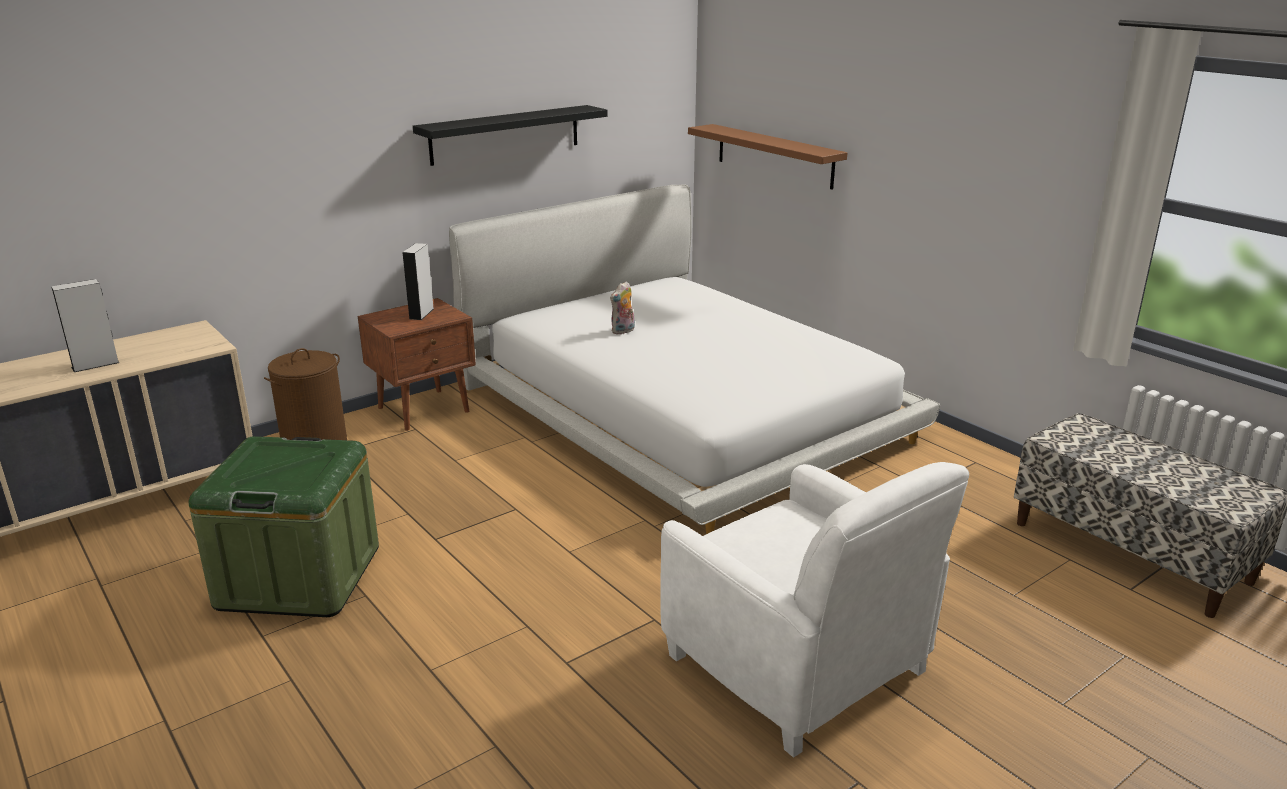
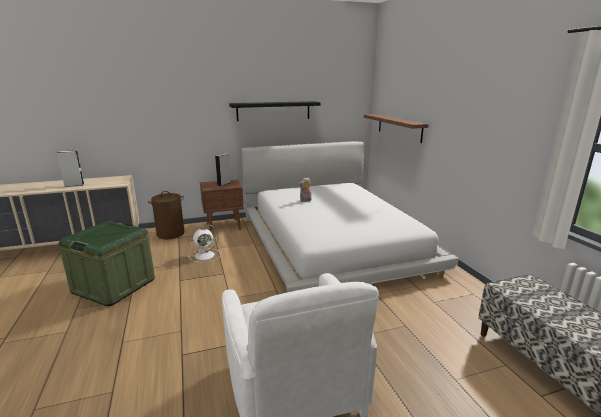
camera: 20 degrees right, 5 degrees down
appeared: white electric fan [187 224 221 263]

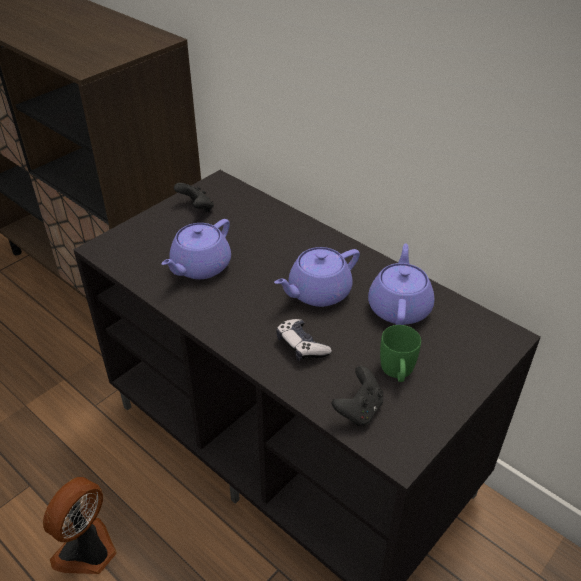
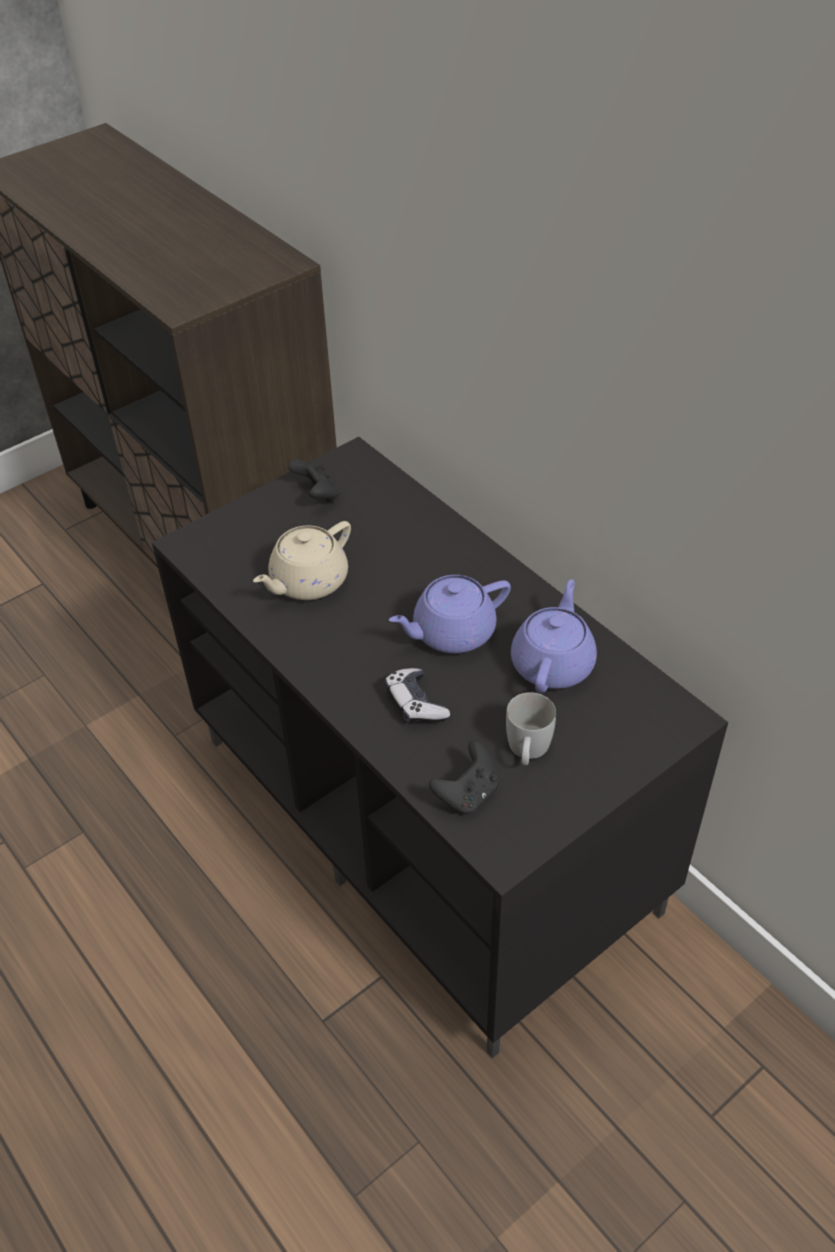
camera: 10 degrees right, 5 degrees up
missing: electric fan [43 477 117 574]
colour: purplish teapot [161 219 231 279] to sand-coloured teapot [253 521 351 600]; green-coloured coffee mug [380 325 421 382] to white coffee mug [506 692 556 765]

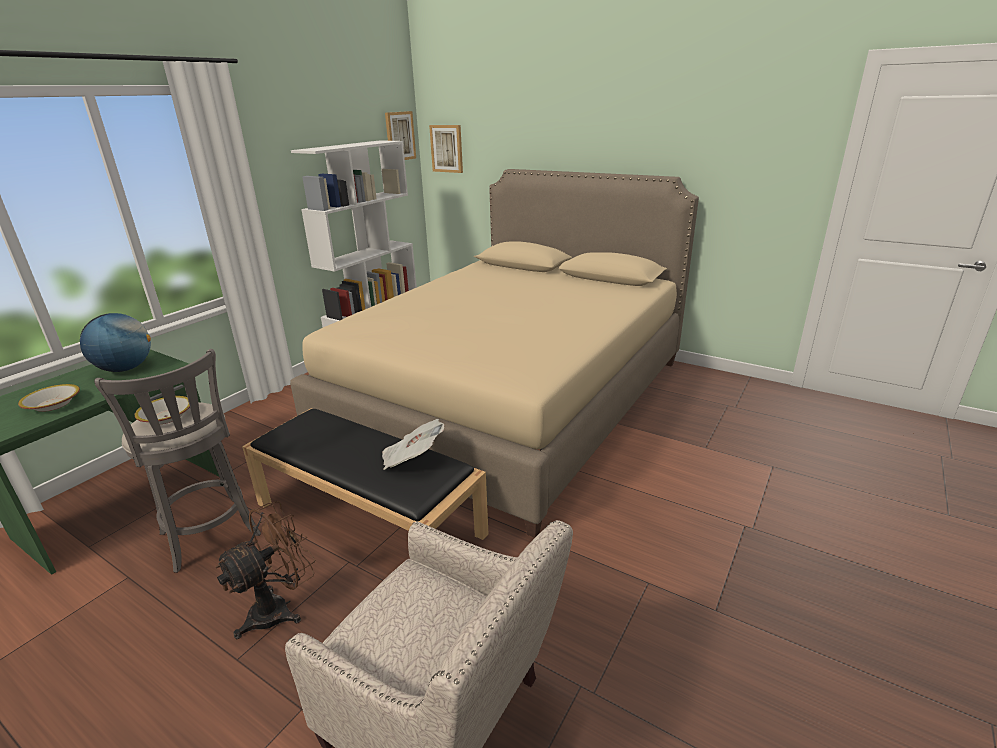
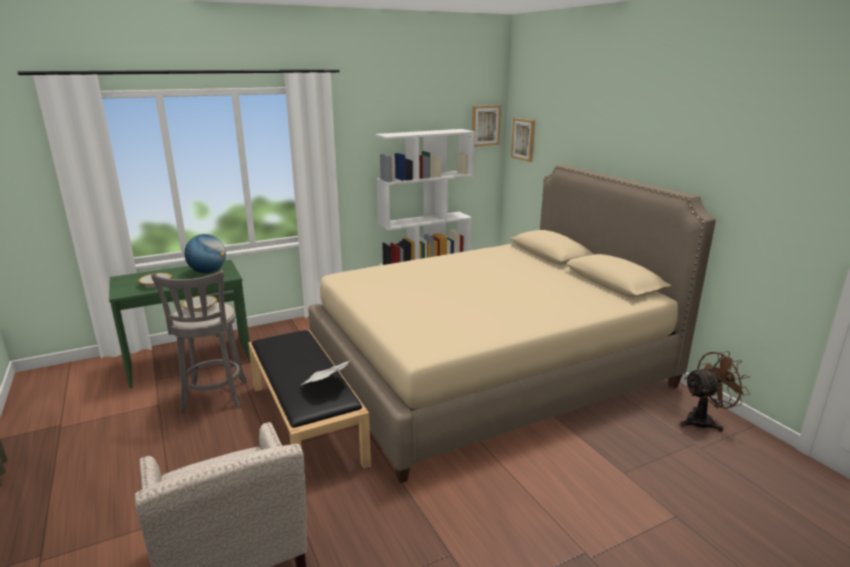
camera: 30 degrees right, 5 degrees down
relocated: brown electric fan [215 501 315 639] to [680 351 750 432]

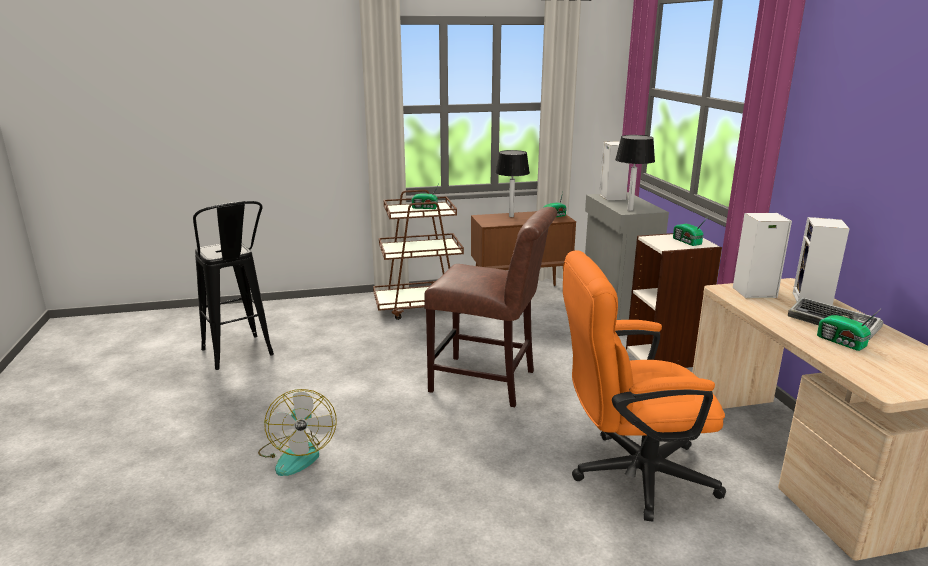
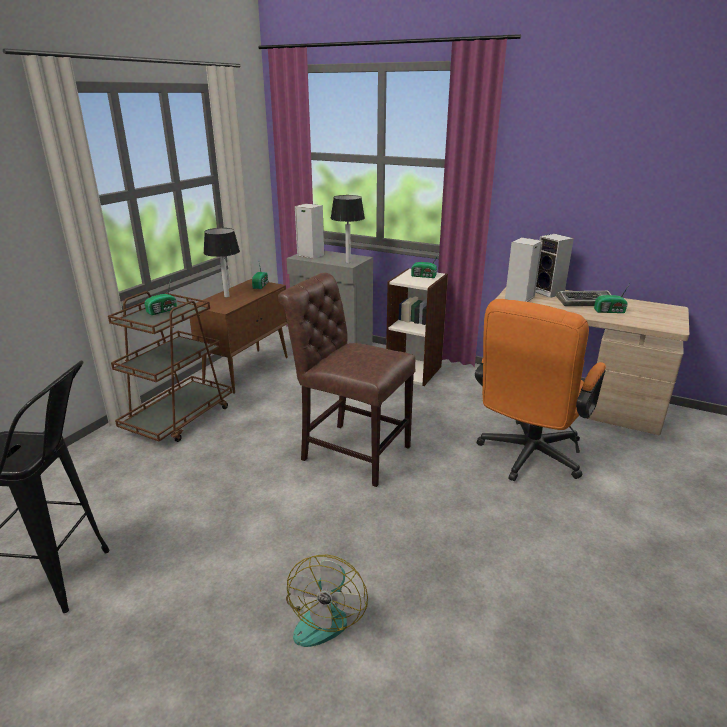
camera: 50 degrees left, 5 degrees up
spun: electric fan [258 389 337 476] = [286 555 368 647] 75 degrees clockwise; brown plain chair [424 207 557 407] = [278 273 416 487] 120 degrees counterclockwise

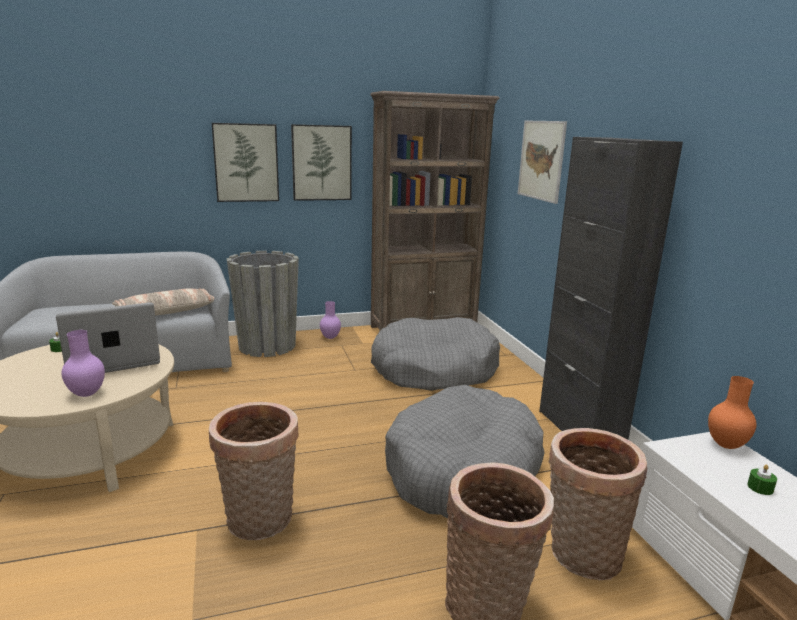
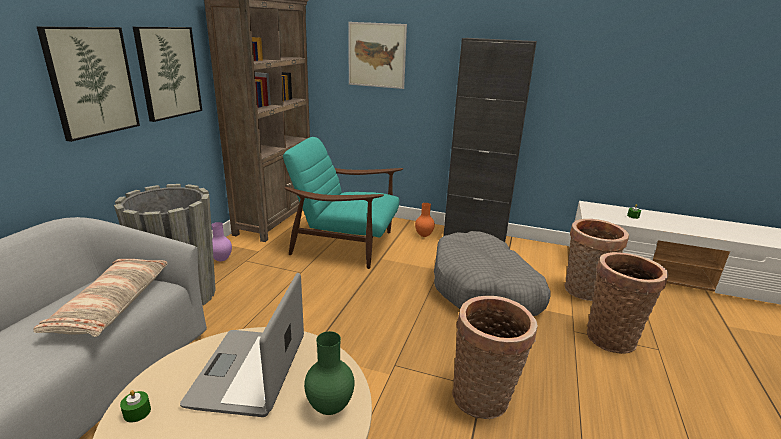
camera: 55 degrees left, 5 degrees up
relocated: orange-coloured flower vase [708 376 757 449] to [415 203 435 237]
exchanged: greyish dog bed [371 317 500 391] to turquoise easy chair [283 137 403 269]
colour: purplish flower vase [61 330 105 397] to green-coloured flower vase [304 331 355 415]

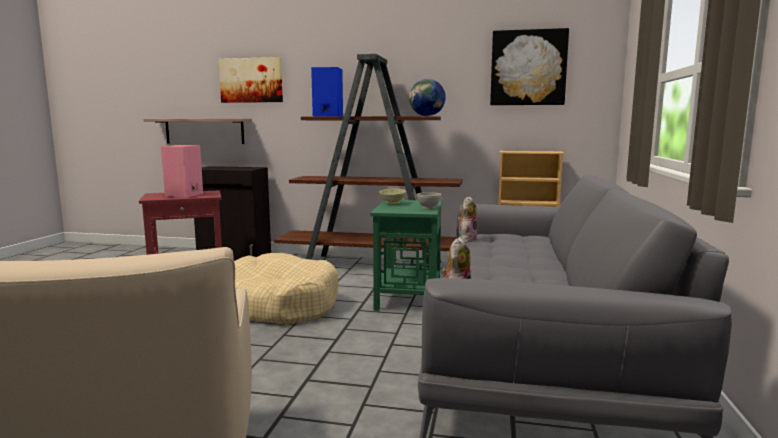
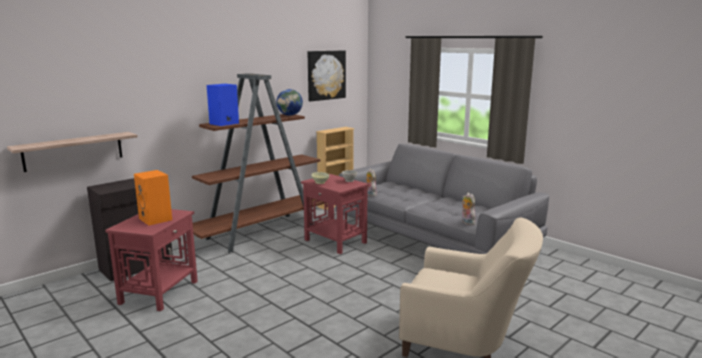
camera: 55 degrees left, 5 degrees up
missing: wall art [219 57 283 103]; sand-coloured dog bed [234 253 339 325]
colour: pinkish speaker [161 145 203 198] to orange-coloured speaker [134 170 172 226]; green-coloured end table [370 200 442 311] to reddish end table [301 174 369 254]

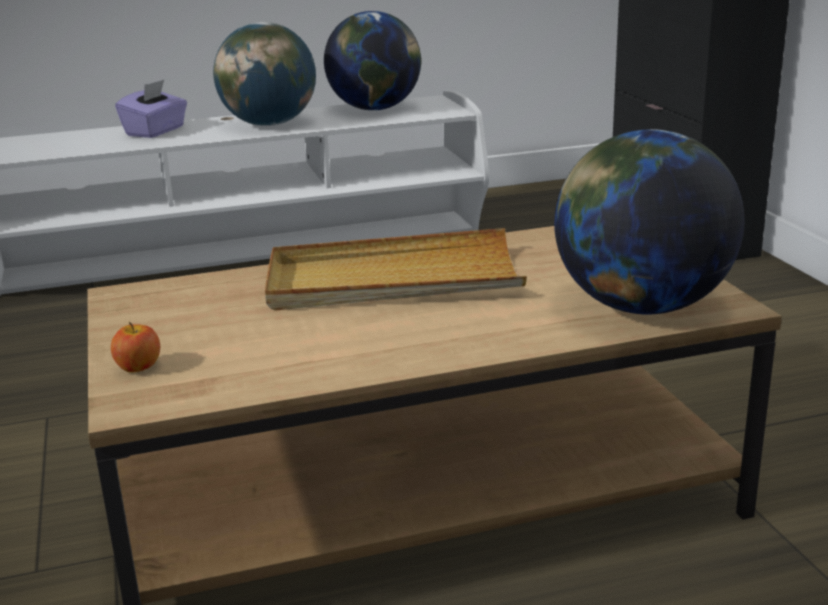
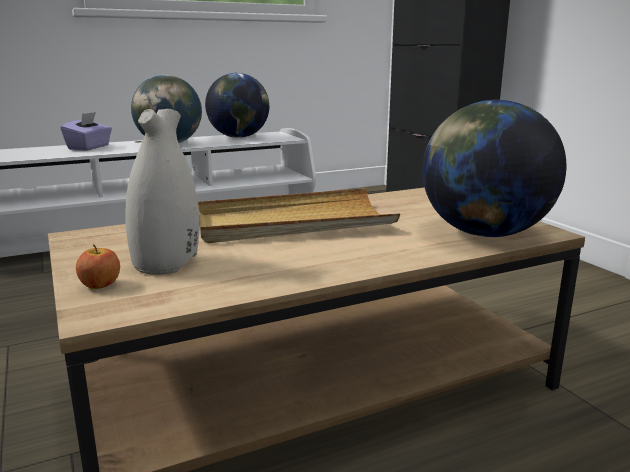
camera: 10 degrees left, 5 degrees down
appeared: white flower vase [125 109 199 275]

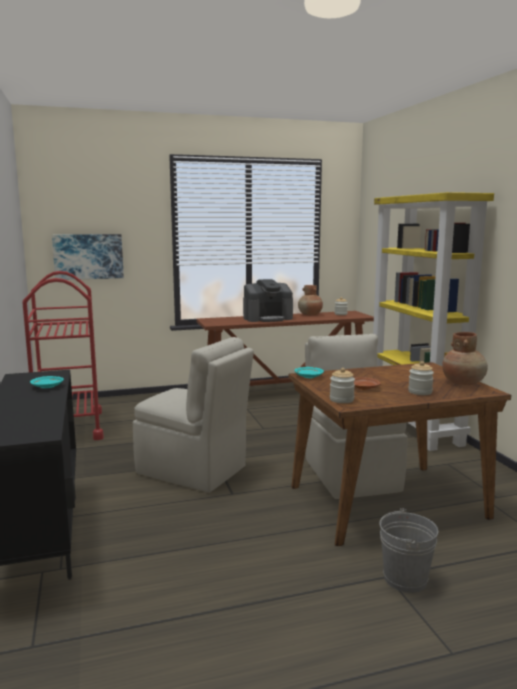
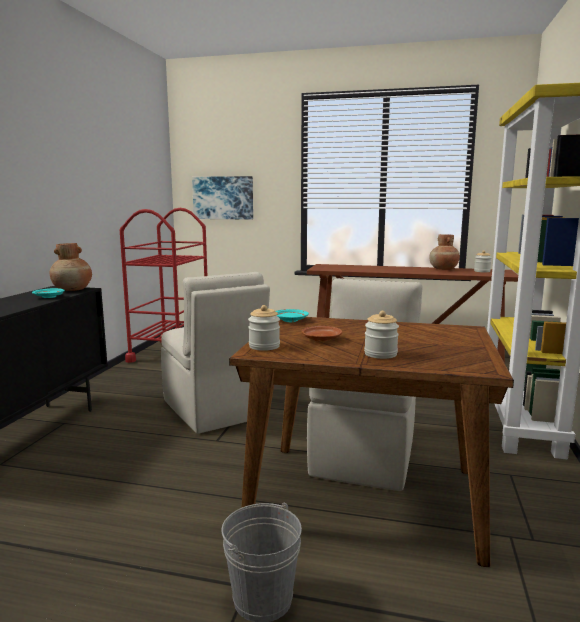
camera: 30 degrees right, 0 degrees up
missing: coffee machine [243 279 293 322]
relocated: brown flower vase [442 332 488 385] to [49 243 92 291]

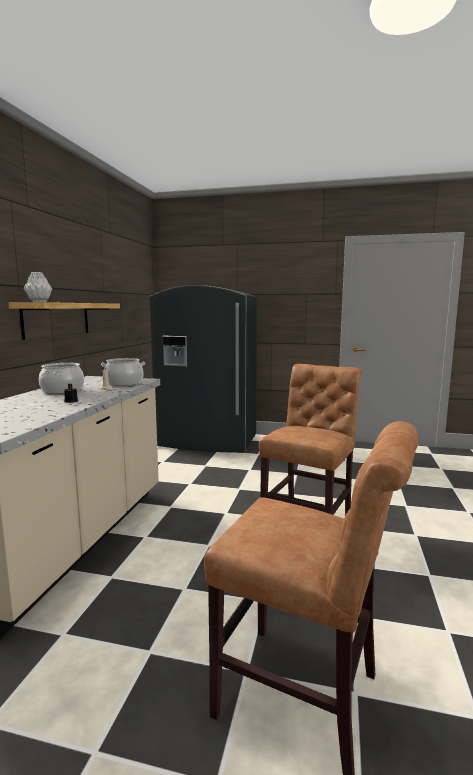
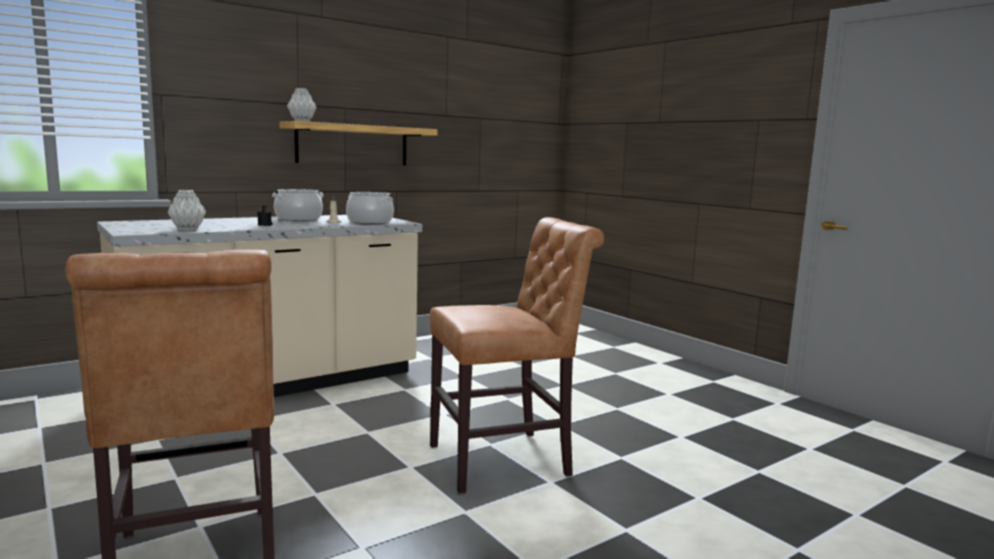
camera: 40 degrees right, 0 degrees up
missing: greyish refrigerator [150 285 257 453]
appeared: greyish flower vase [168 190 206 231]

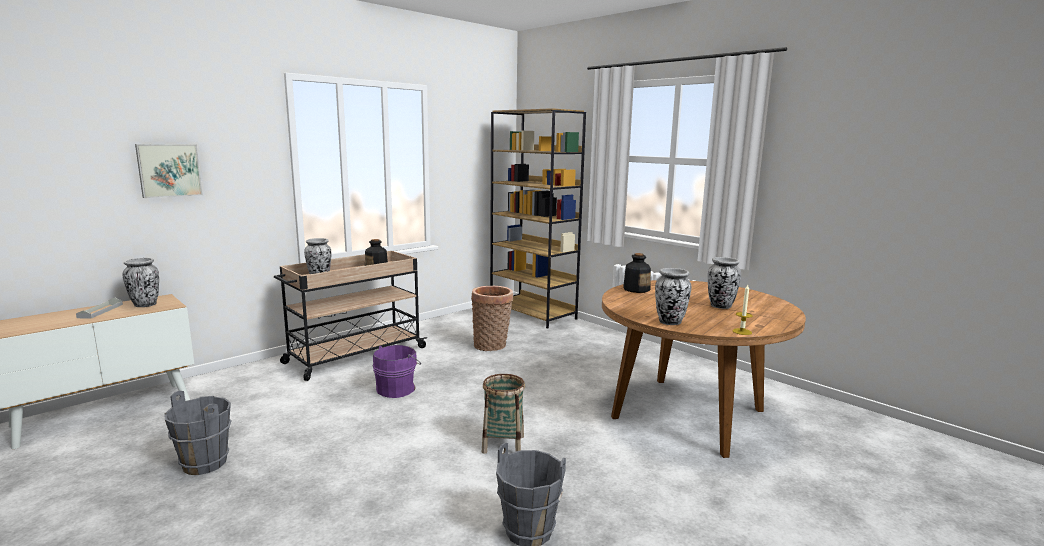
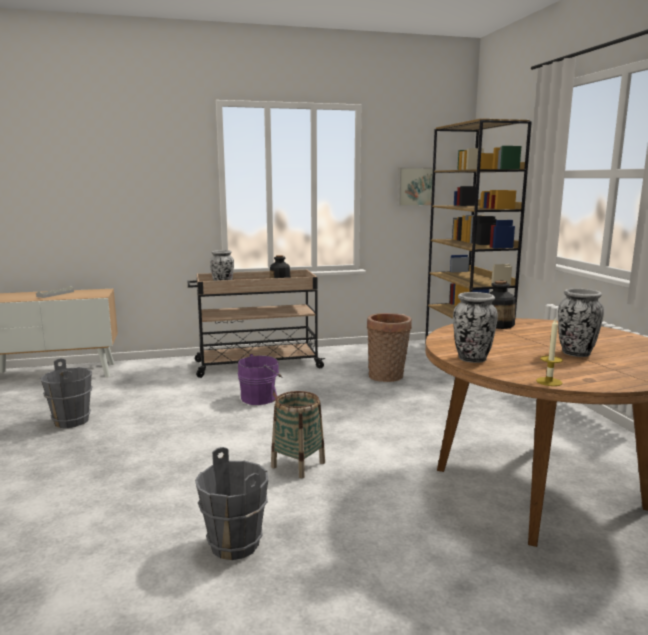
camera: 30 degrees right, 0 degrees up
missing: flower vase [122 258 159 307]
relocated: wall art [135 144 203 198] to [397 167 436 206]

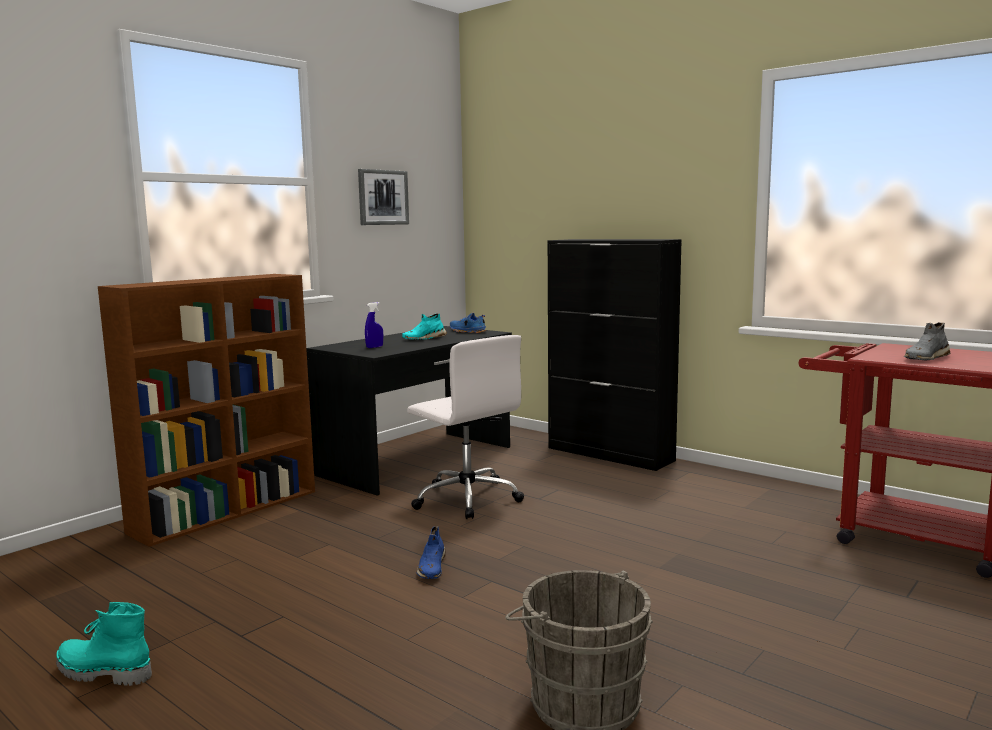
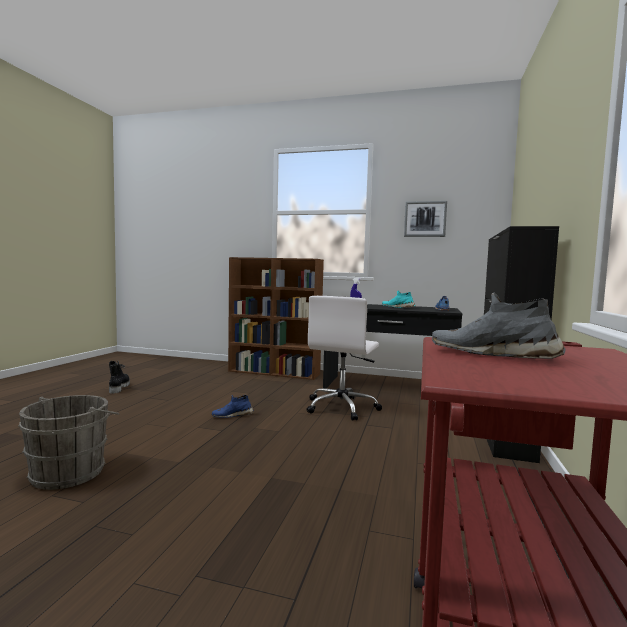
camera: 65 degrees right, 5 degrees down
colour: turquoise tall boot [56 602 152 686] to blackish tall boot [109 361 130 394]

